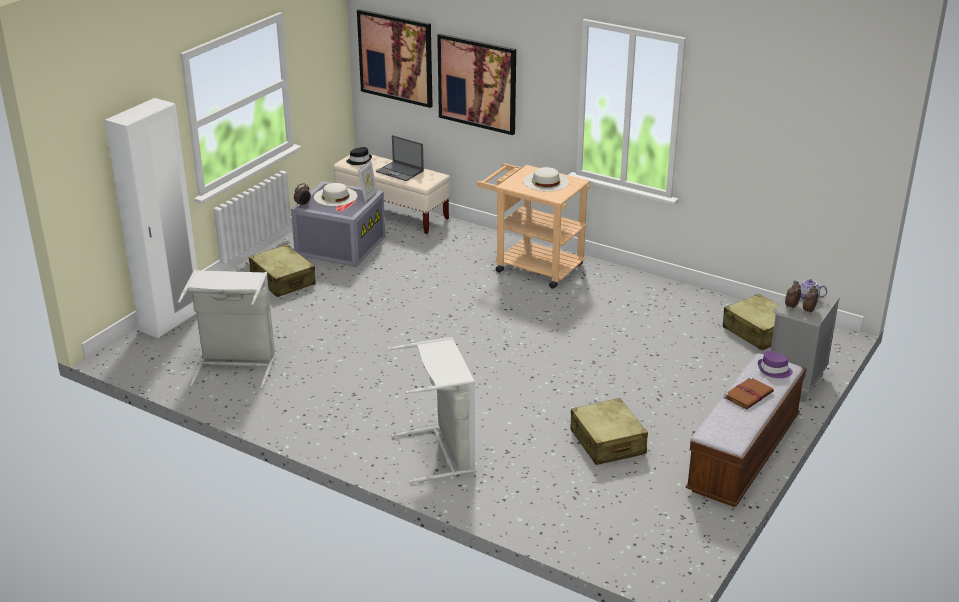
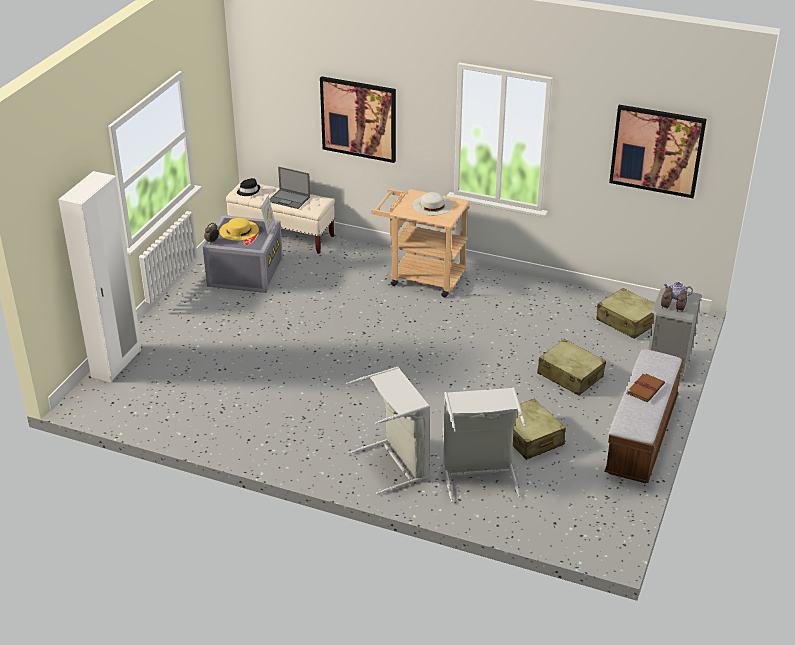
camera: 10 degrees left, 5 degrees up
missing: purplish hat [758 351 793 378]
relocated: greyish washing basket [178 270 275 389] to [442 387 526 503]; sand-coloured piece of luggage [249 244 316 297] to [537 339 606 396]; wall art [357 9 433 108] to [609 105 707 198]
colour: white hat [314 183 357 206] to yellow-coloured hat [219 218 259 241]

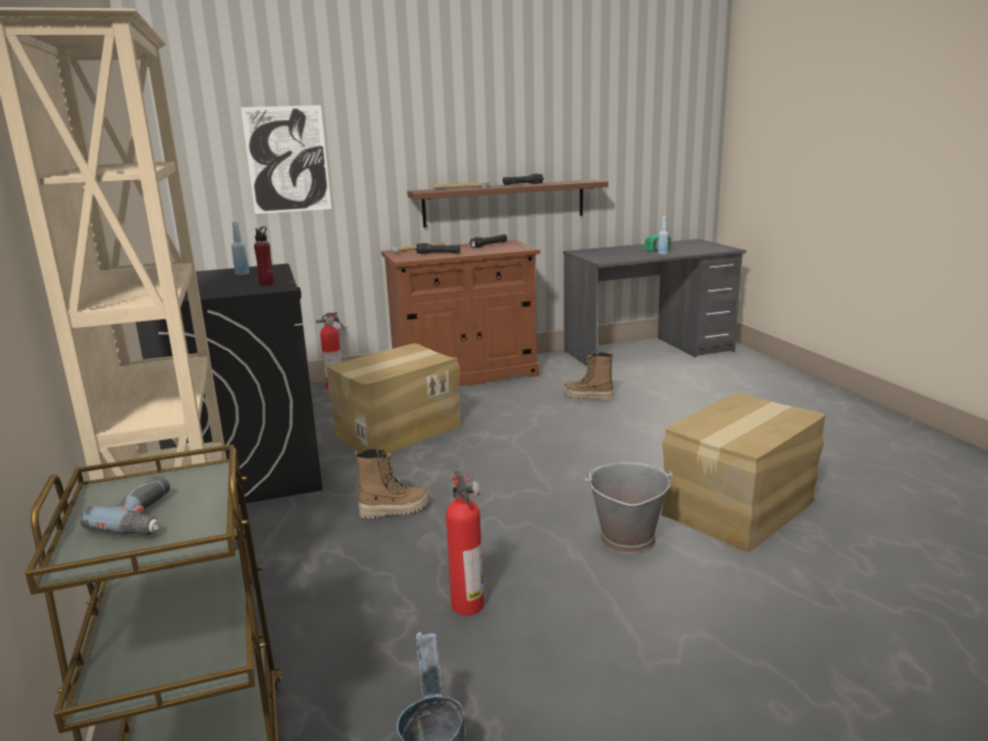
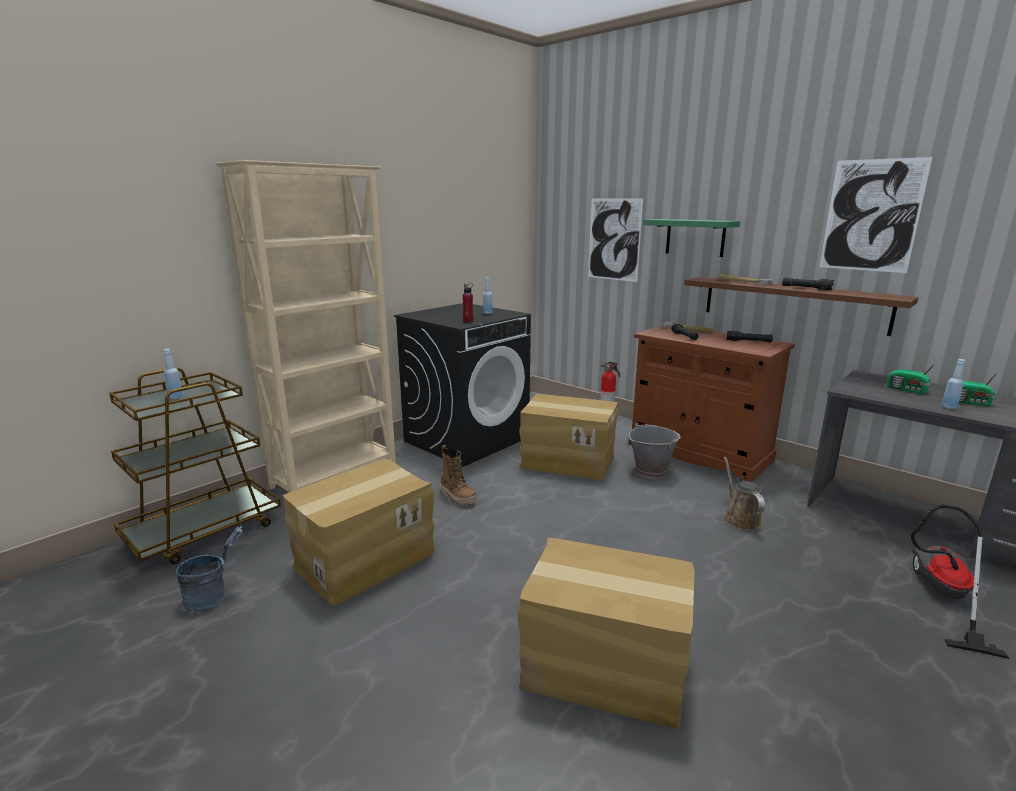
camera: 60 degrees right, 0 degrees up
appeared: green-coloured wall shelf [643 219 740 257]; wall art [819 157 932 273]; radio set [887 361 938 394]; vacuum cleaner [911 504 1009 659]
relocated: greyish pail [585 462 673 555] to [629 422 681 479]
exchanged: electric drill [80 476 170 535] to blue beverage bottle [163 349 183 399]; extinguisher [446 471 484 615] to packing box [283 458 435 606]; tall boot [563 352 614 401] to brown sprinkling can [724 457 765 531]

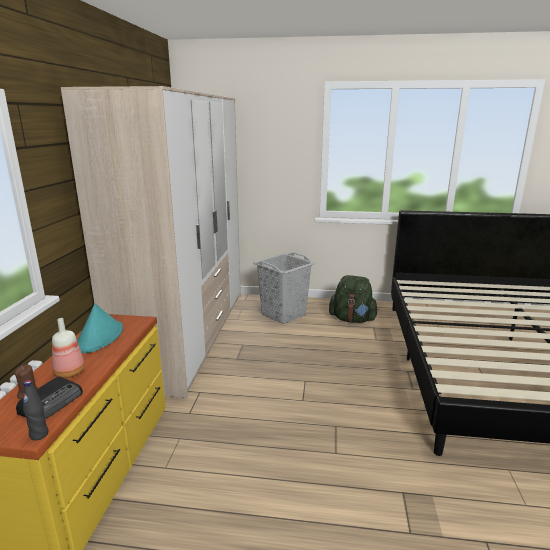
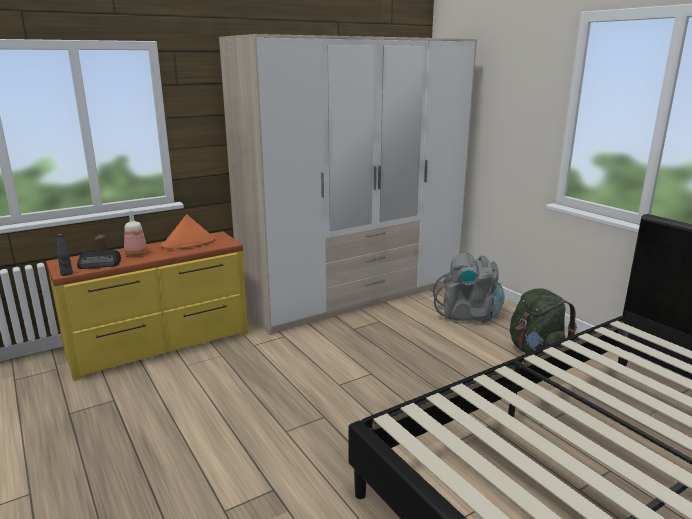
camera: 50 degrees right, 0 degrees up
exchanged: greyish washing basket [253 252 315 324] to greyish rucksack [433 253 504 323]
colour: turquoise hat [77 304 123 353] to orange-coloured hat [161 214 215 249]

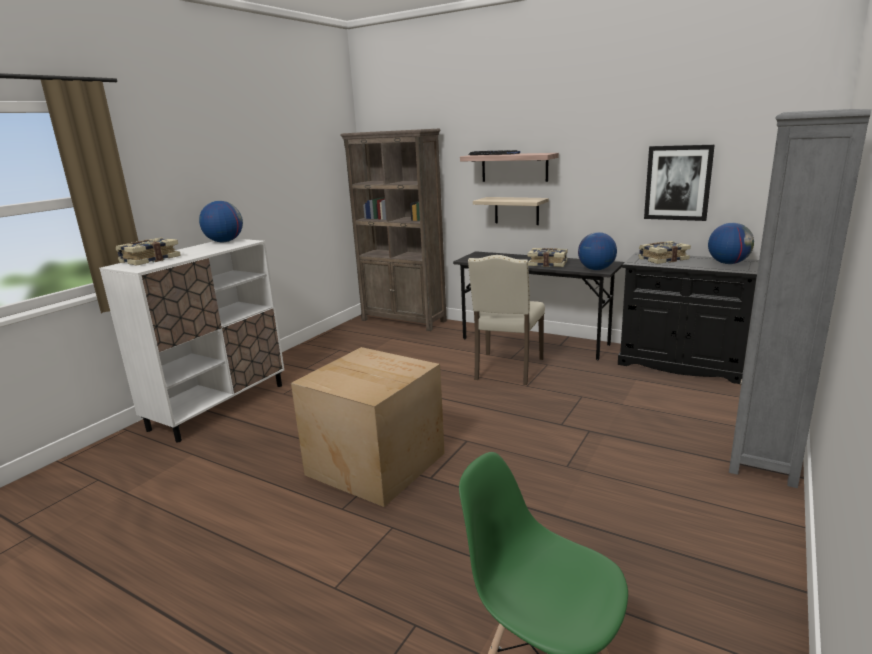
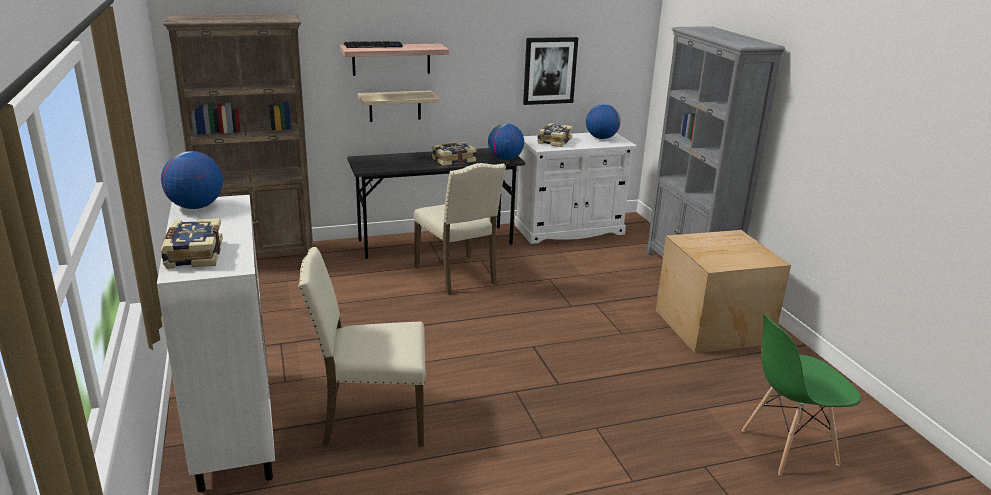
camera: 50 degrees left, 5 degrees up
appeared: sand-coloured plain chair [298 247 426 447]
relocated: packing box [291 347 445 507] to [656 230 791 353]
colour: blackish cupboard [618 252 759 384] to white cupboard [515 133 637 244]

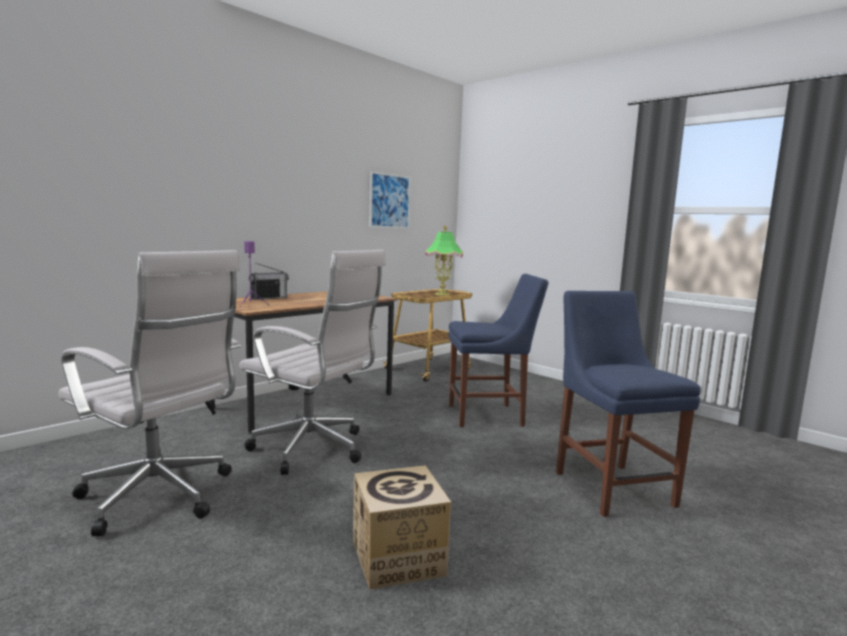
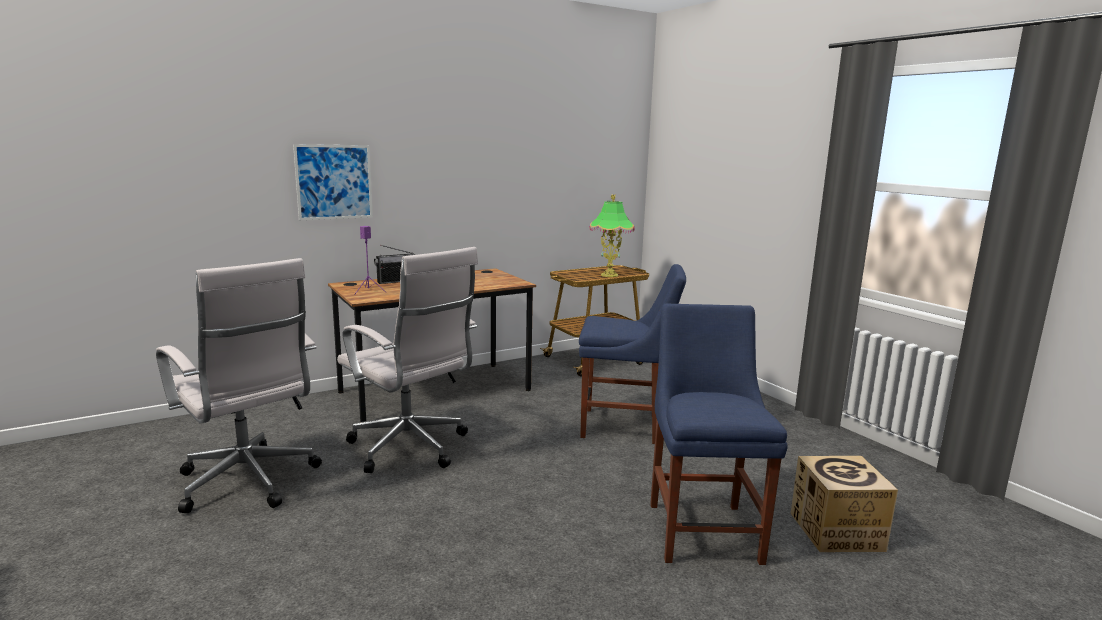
camera: 15 degrees right, 5 degrees up
relocated: packing box [353 465 451 590] to [791 456 898 552]; wall art [369 171 411 229] to [293 144 373 220]

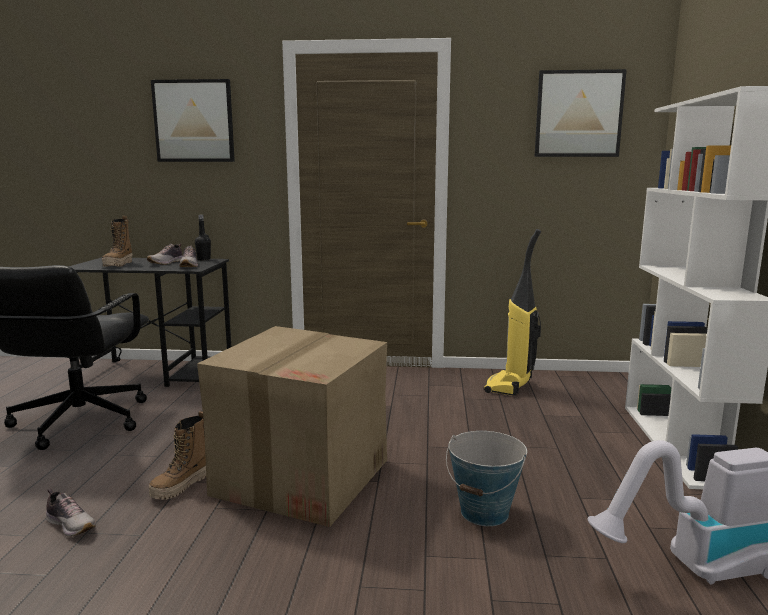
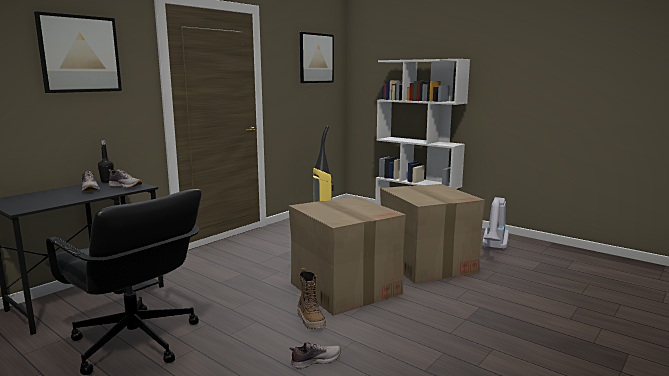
camera: 55 degrees left, 0 degrees up
missing: tall boot [102 216 133 267]
exchanged: pail [446 431 527 526] to packing box [380 184 485 283]

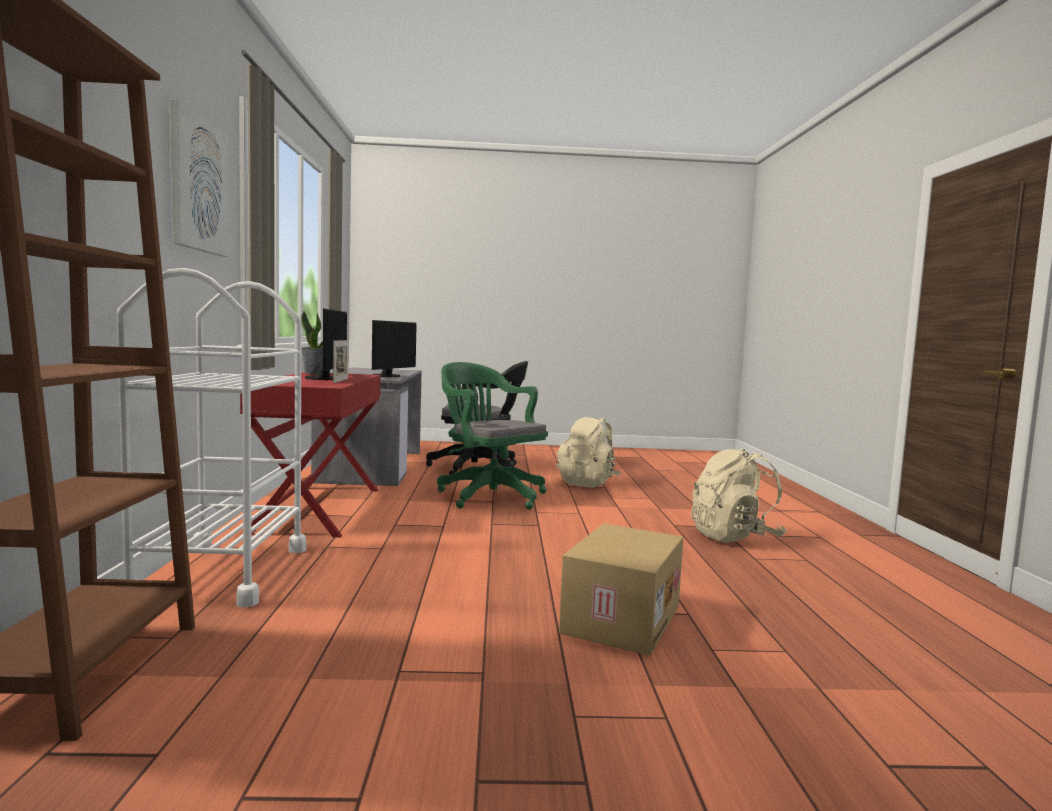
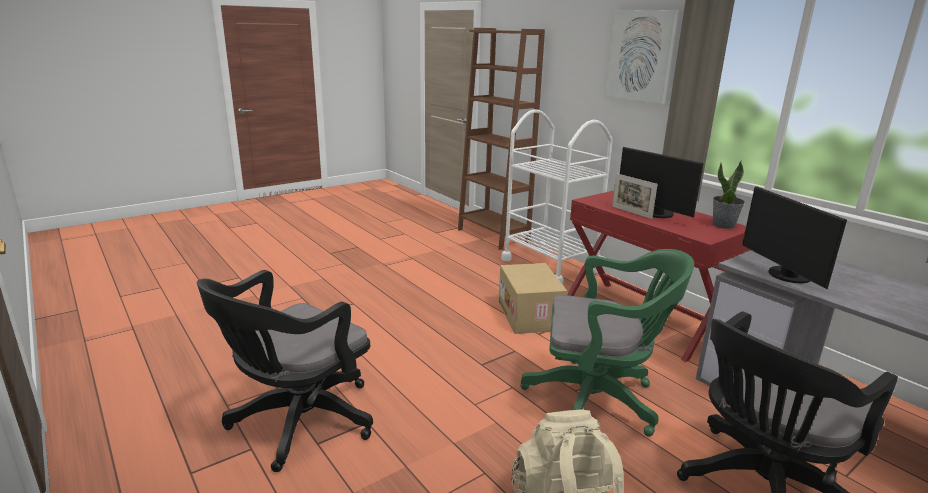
camera: 145 degrees right, 15 degrees up
relocated: packing box [559 524 683 656] to [499 263 567 334]
exchanged: sand-coloured rucksack [691 449 786 543] to blackish desk chair [197 270 373 472]

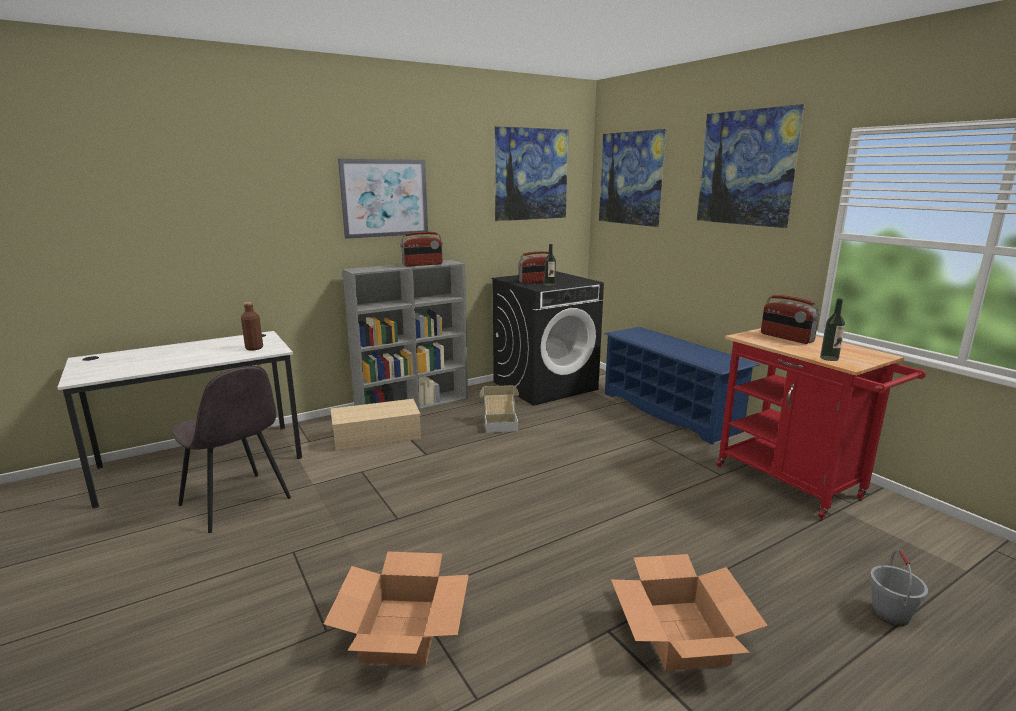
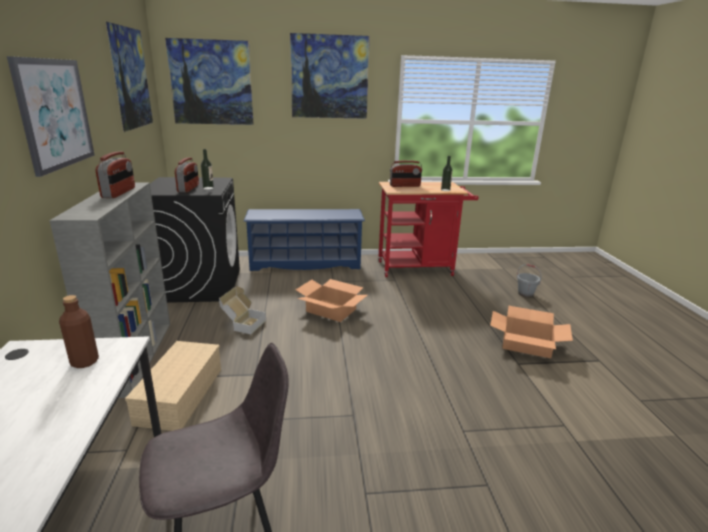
camera: 65 degrees left, 5 degrees up
relocated: packing box [324 551 469 666] to [296 279 367 322]

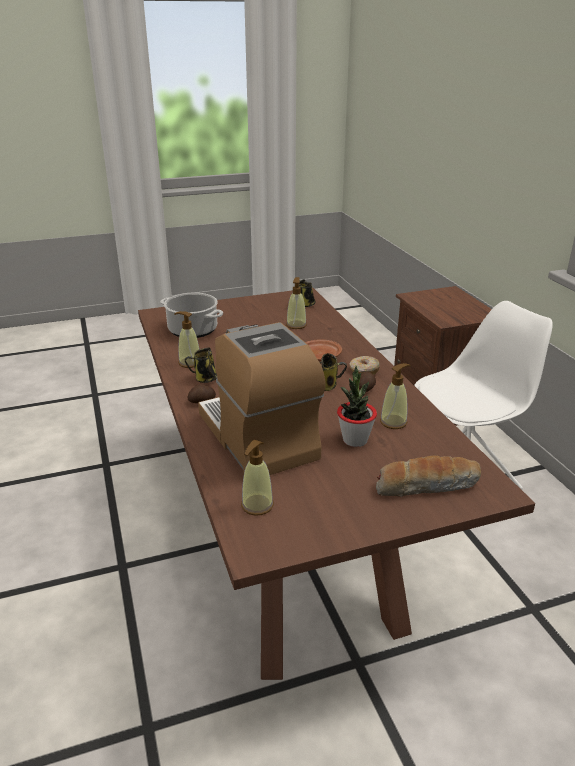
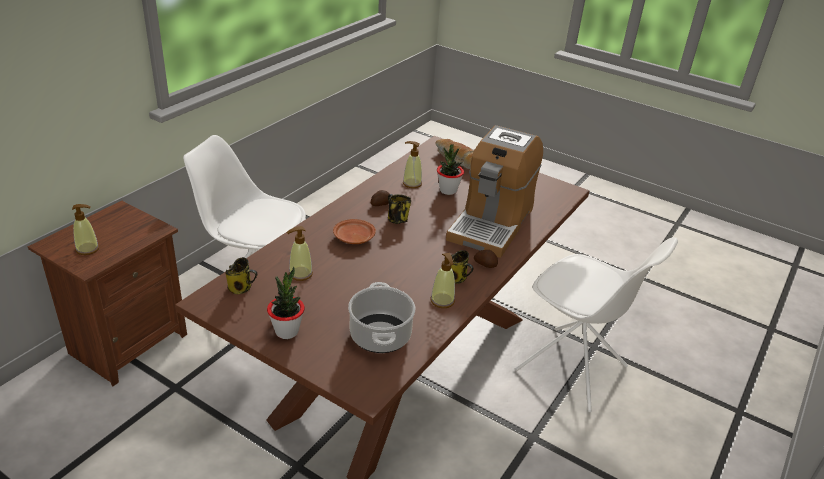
camera: 130 degrees left, 5 degrees up
missing: ring doughnut [349 356 380 375]
appeared: houseplant [267 267 305 339]; white plain chair [515 237 678 412]
relocated: soap dispenser [241 440 274 516] to [72 204 99 255]

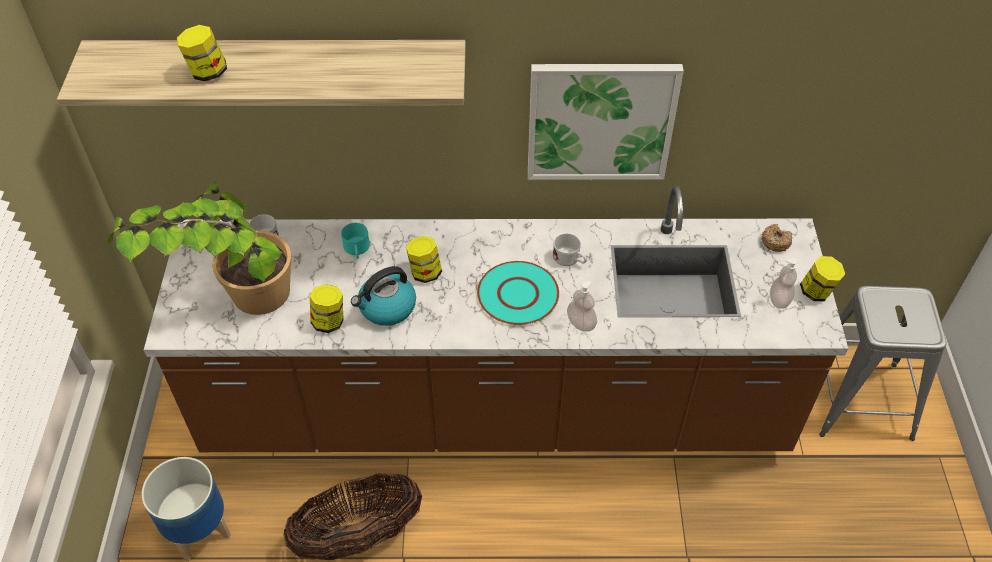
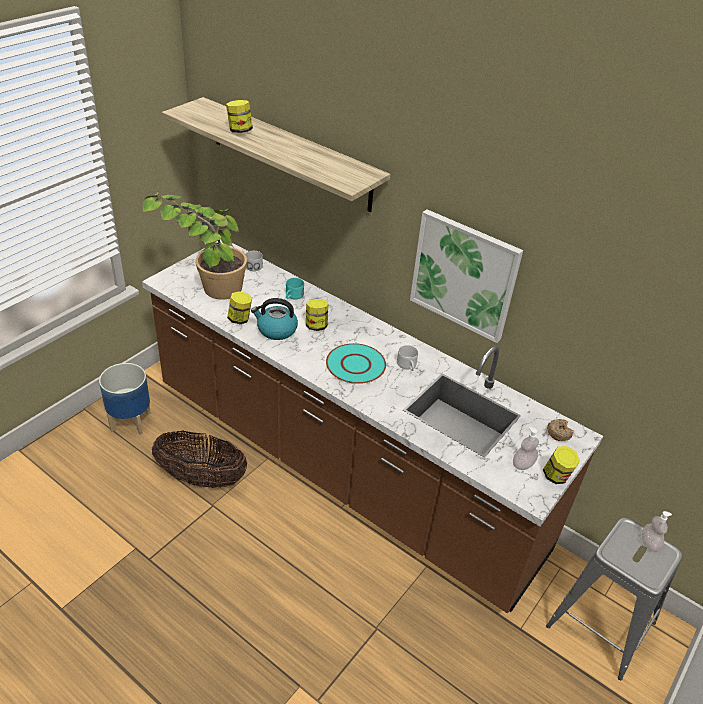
camera: 35 degrees right, 10 degrees down
relocated: soap dispenser [567 281 597 332] to [642 511 672 552]

